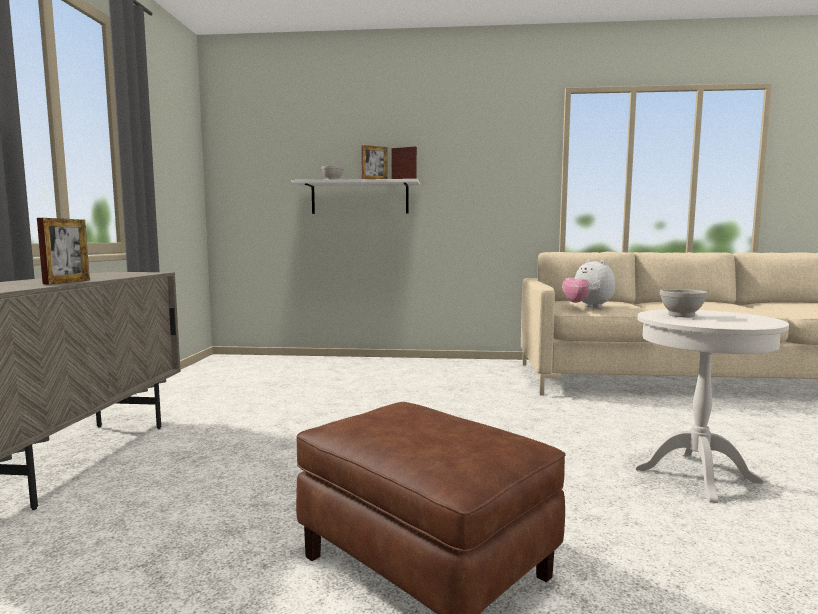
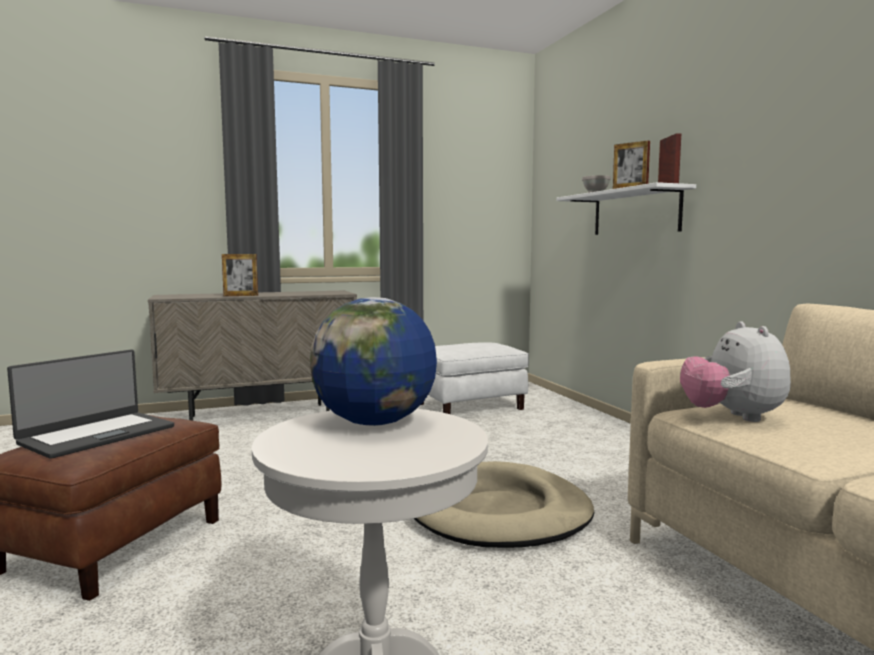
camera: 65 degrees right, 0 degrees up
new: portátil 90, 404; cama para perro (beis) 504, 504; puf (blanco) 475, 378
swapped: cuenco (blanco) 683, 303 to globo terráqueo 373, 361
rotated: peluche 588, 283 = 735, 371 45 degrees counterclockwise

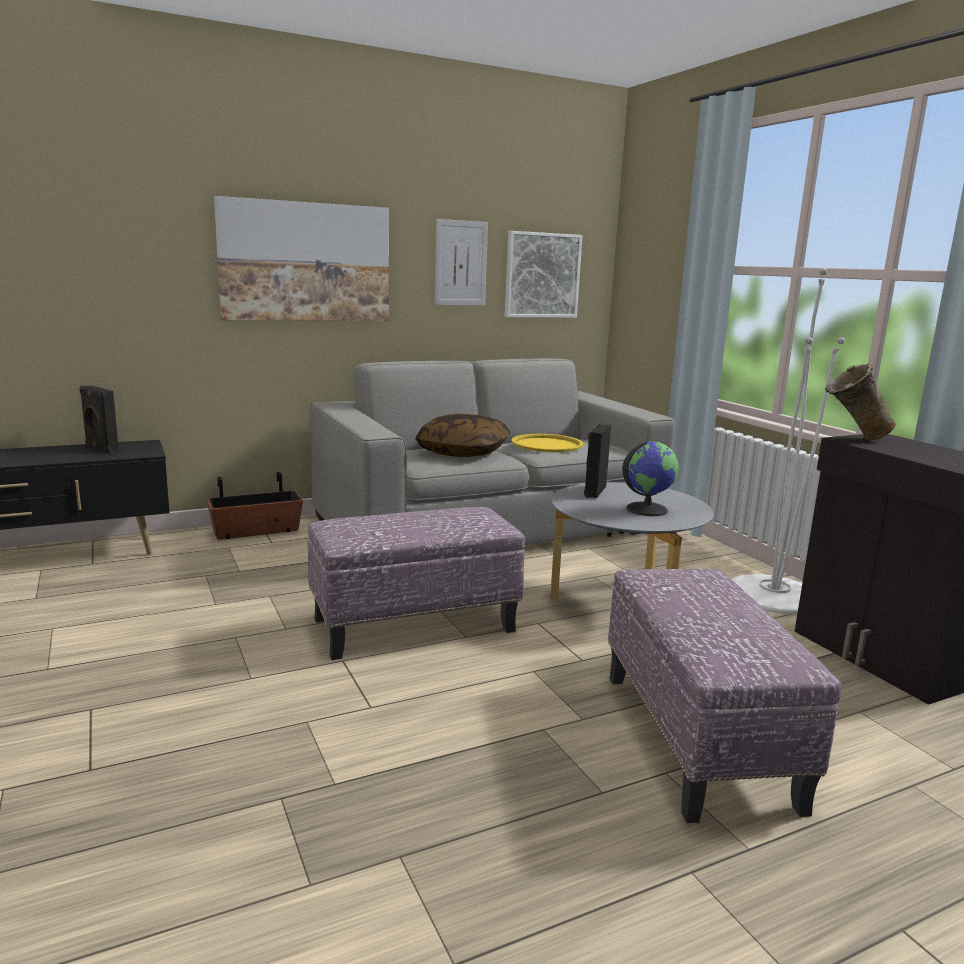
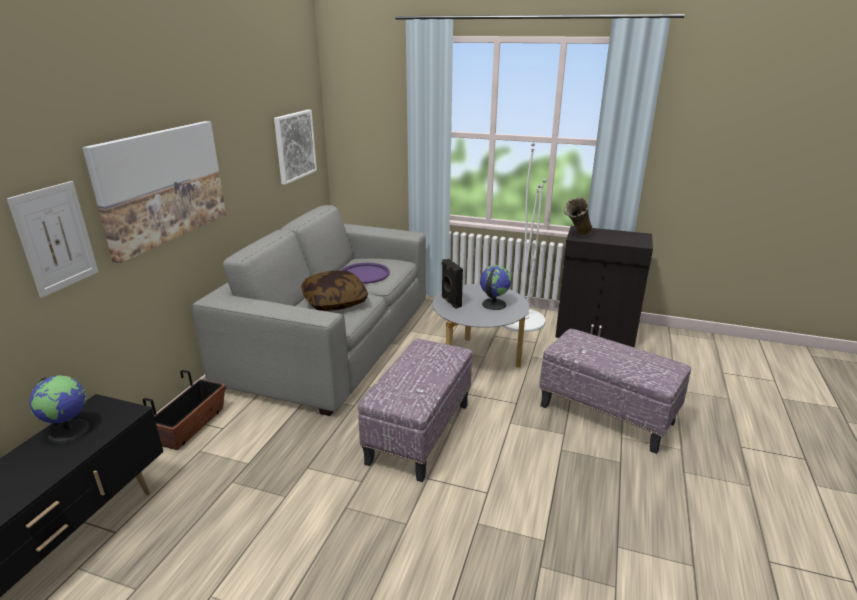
camera: 45 degrees left, 10 degrees up
shifted: cuadro 461, 262 to 52, 239
swapped: altavoz (negro) 99, 419 to globo terráqueo 60, 409
repainted: bandeja (amarillo) 547, 443 to bandeja (morado) 365, 273

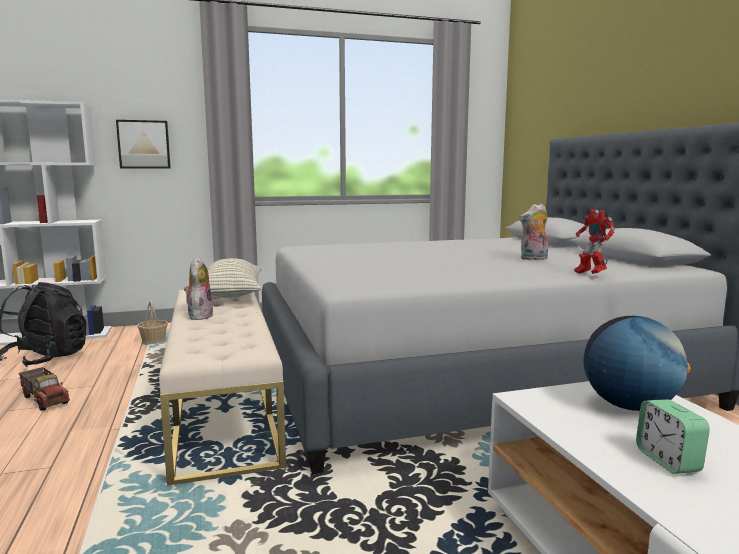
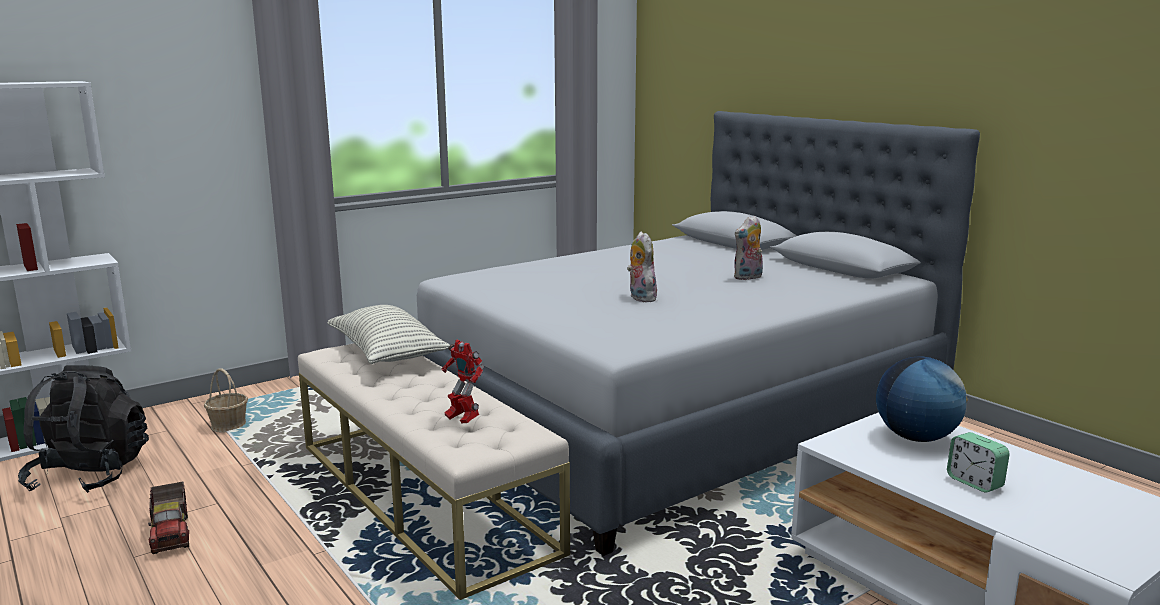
camera: 20 degrees left, 5 degrees up
gone: cuadro 143, 144
shifted: robot de juguete 594, 241 to 462, 382; peluche 198, 288 to 642, 266
rotated: camión de juguete 44, 389 = 168, 517 45 degrees clockwise

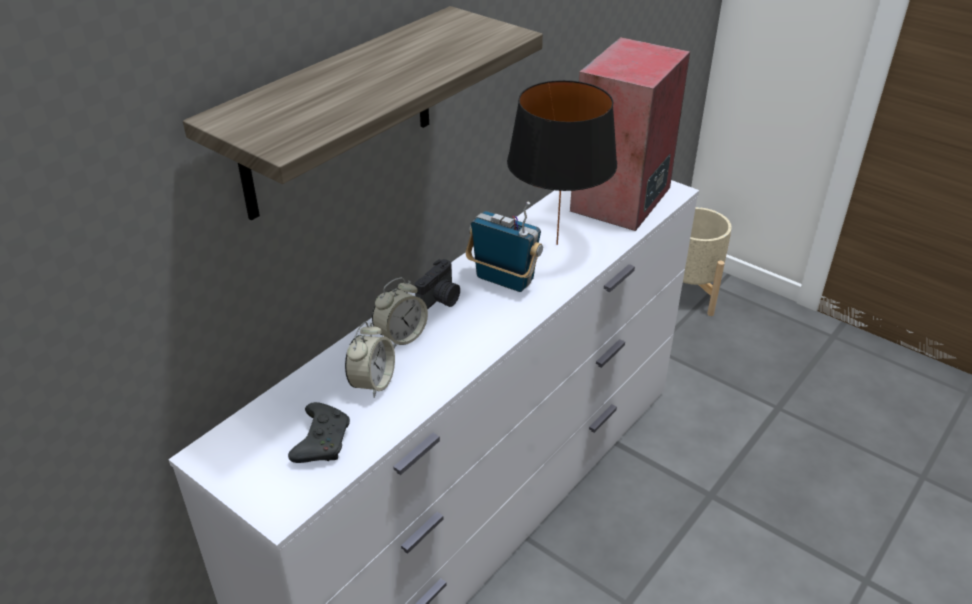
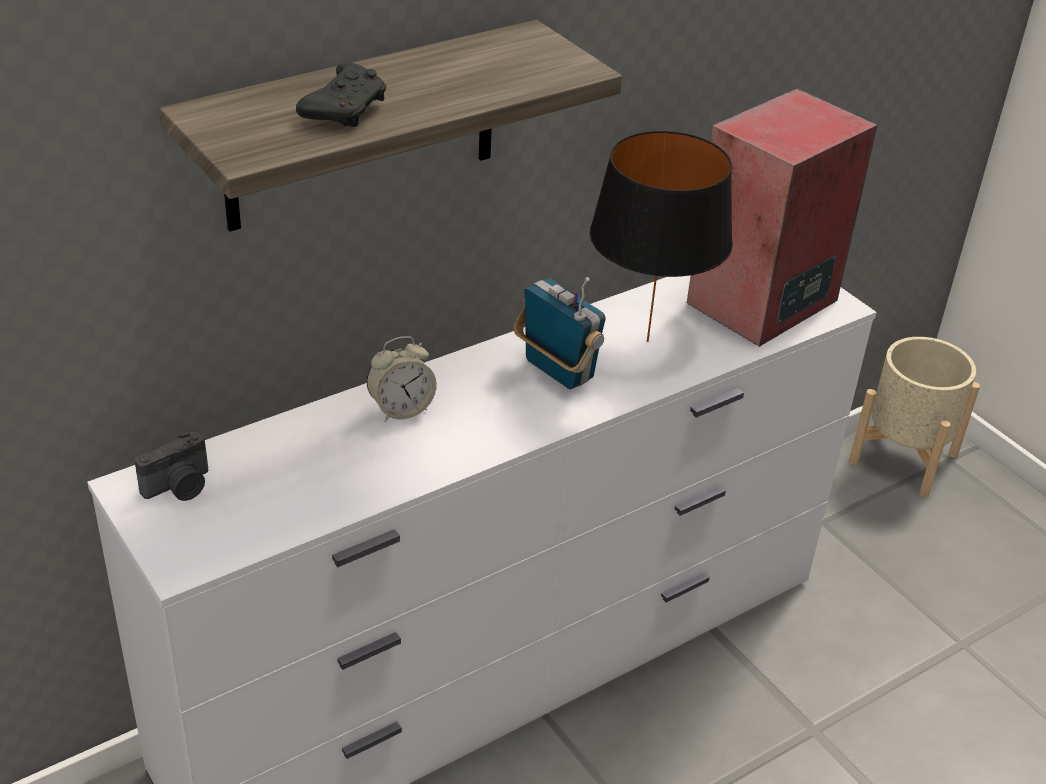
camera: 15 degrees right, 0 degrees up
gone: despertador 370, 360
shifted: cámara 437, 284 to 171, 466; mando de consola (negro) 319, 432 to 341, 94

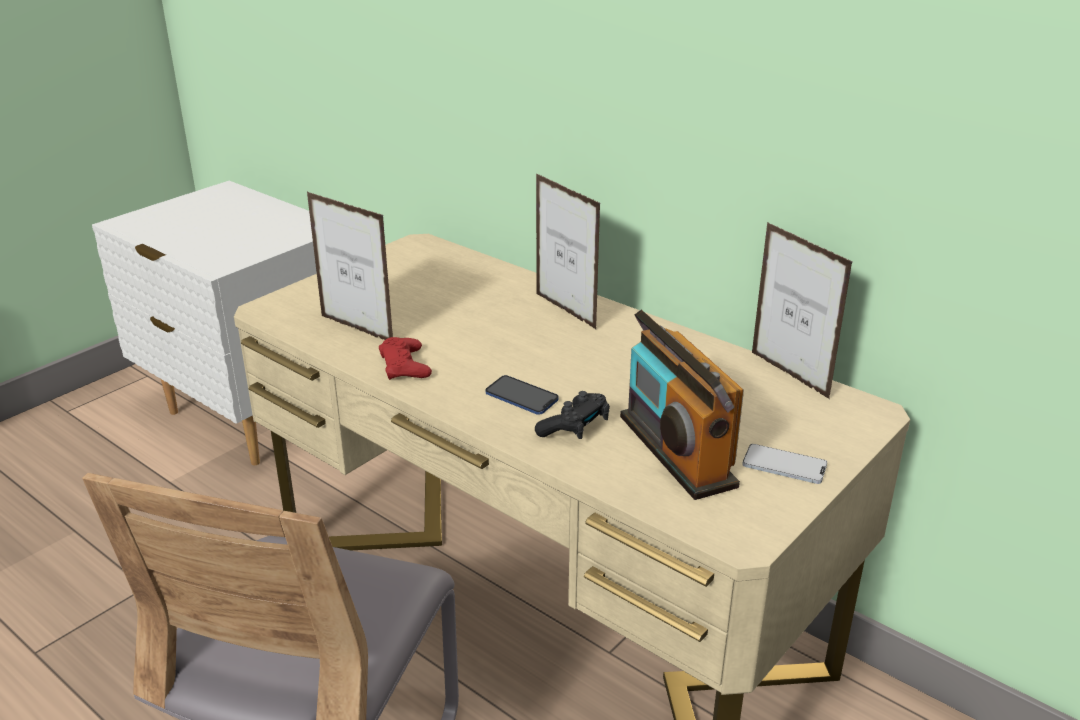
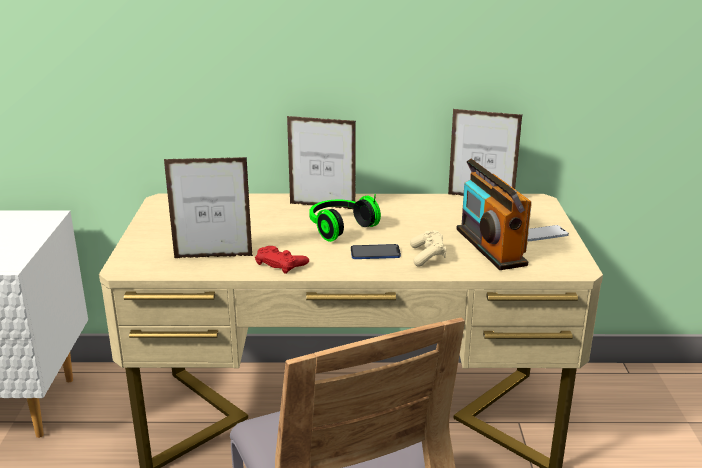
camera: 40 degrees left, 5 degrees down
new: auriculares 345, 218
repainted: mando de consola (negro) 572, 415 to mando de consola (beis) 428, 248
rotated: radio 682, 405 = 494, 214 45 degrees clockwise

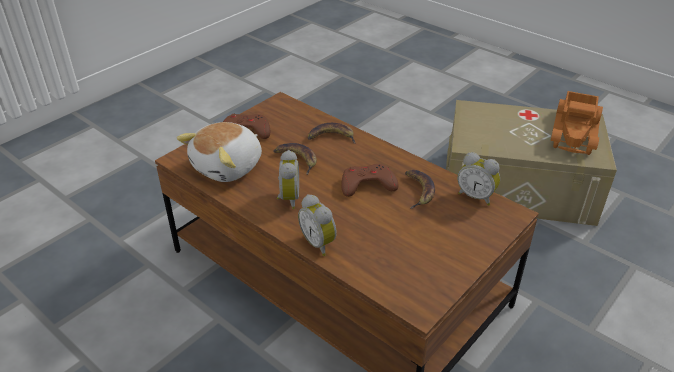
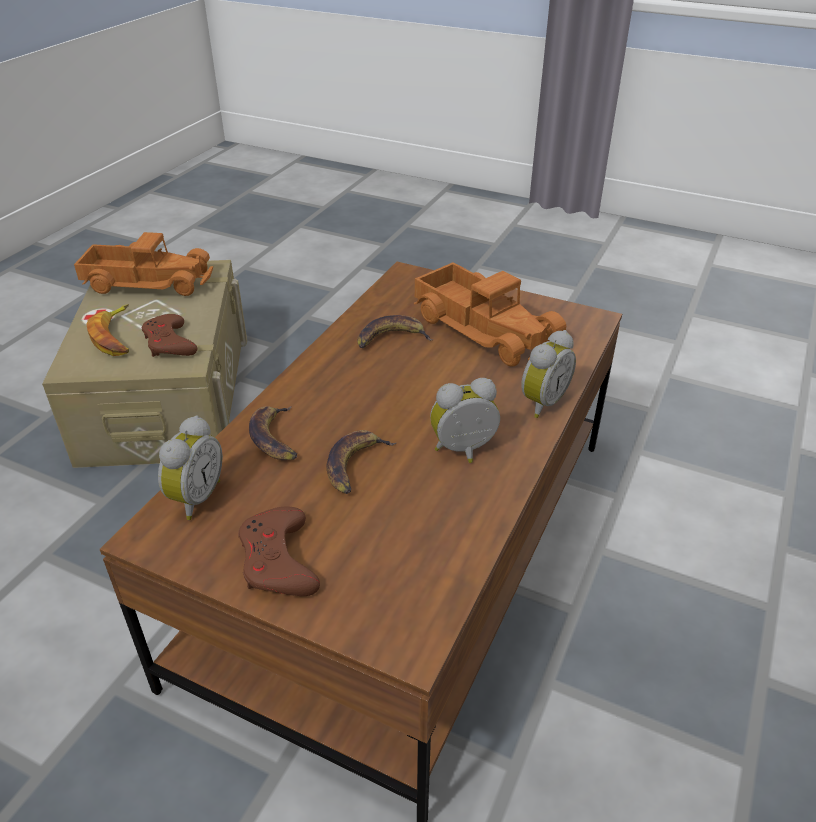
camera: 105 degrees left, 0 degrees up
gone: peluche 219, 152
new: plátano 108, 330; camión de juguete 489, 314
shifted: mando de consola (marrón) 369, 180 to 170, 335; despertador 478, 179 to 190, 467

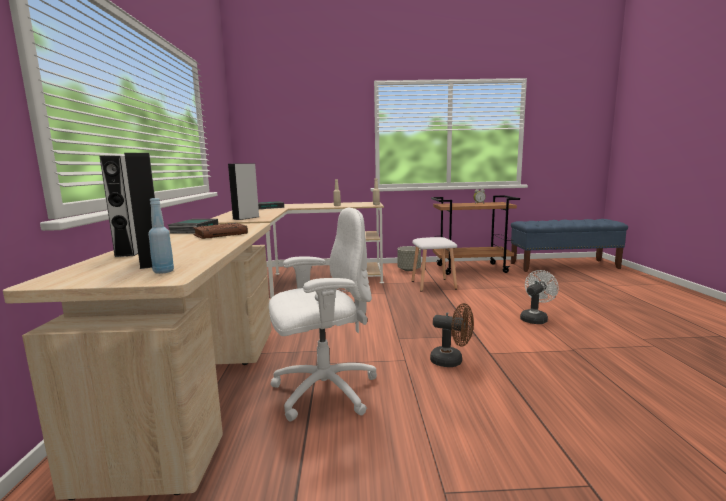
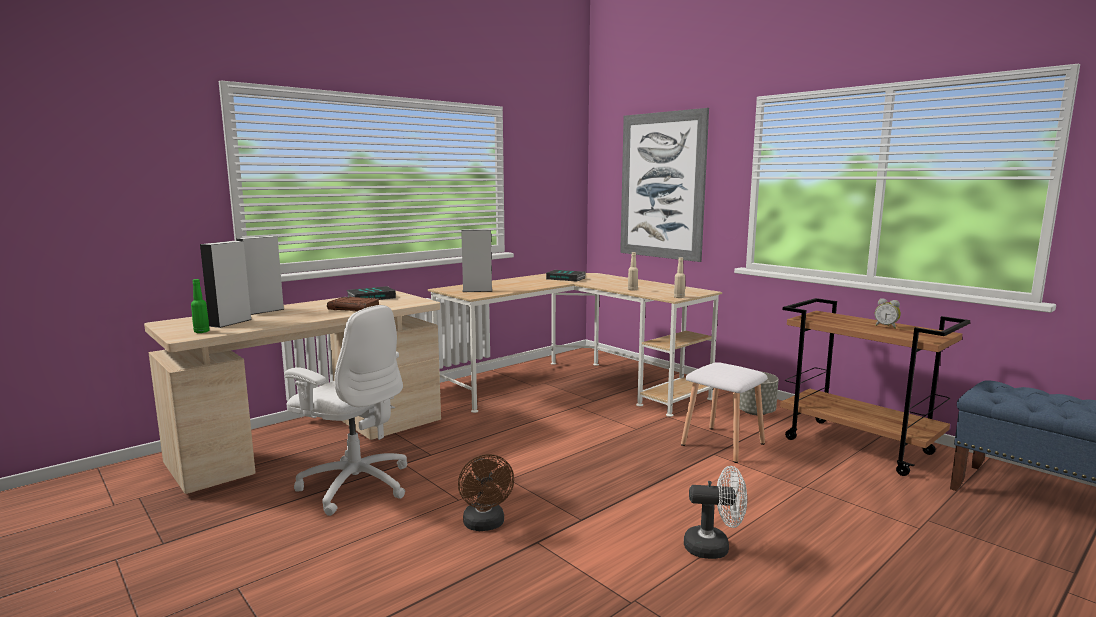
camera: 50 degrees right, 0 degrees up
new: cuadro 664, 185
repainted: botella (azul) 161, 236 to botella (verde) 200, 306

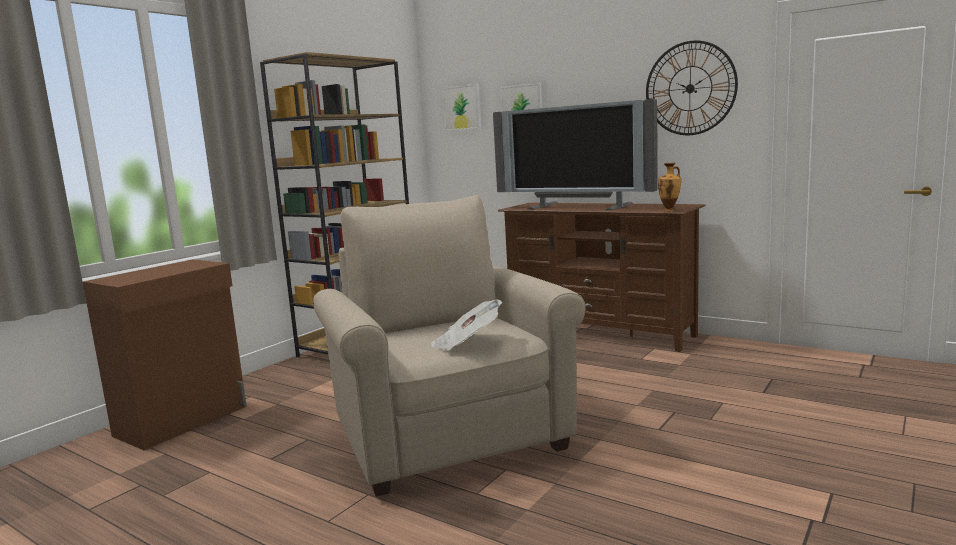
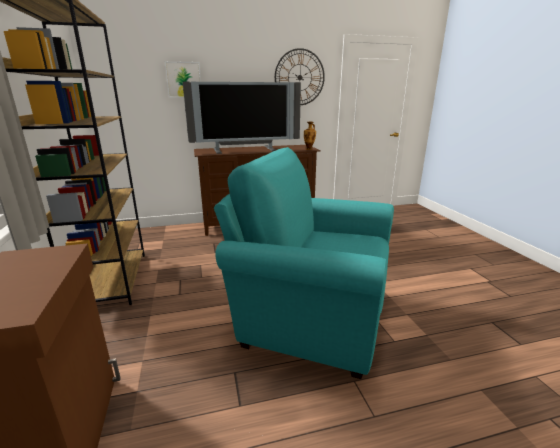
camera: 50 degrees left, 10 degrees up
gone: periódico 466, 325; cuadro 461, 107
repainted: sillón (beis) 449, 346 to sillón (turquesa) 304, 263

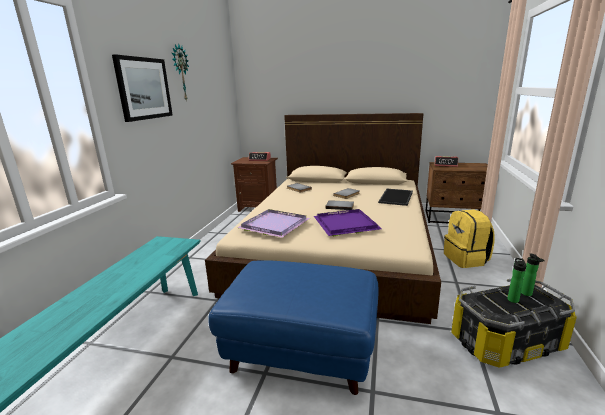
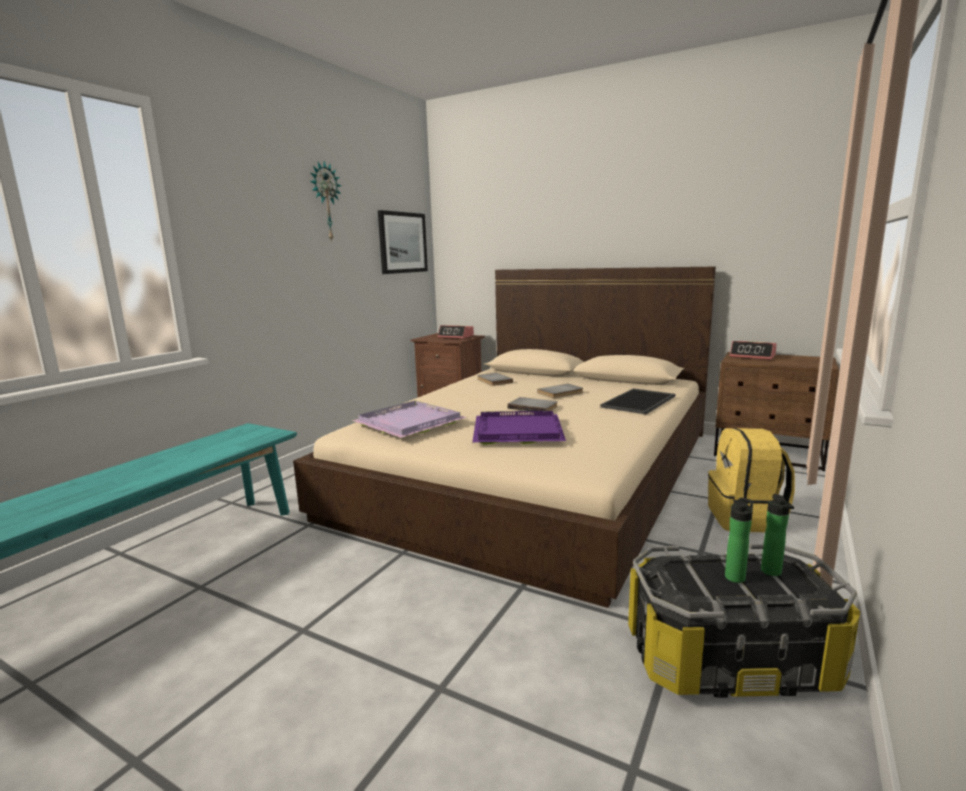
camera: 15 degrees right, 5 degrees down
gone: puf (azul) 293, 327
shifted: cuadro 142, 88 to 403, 242

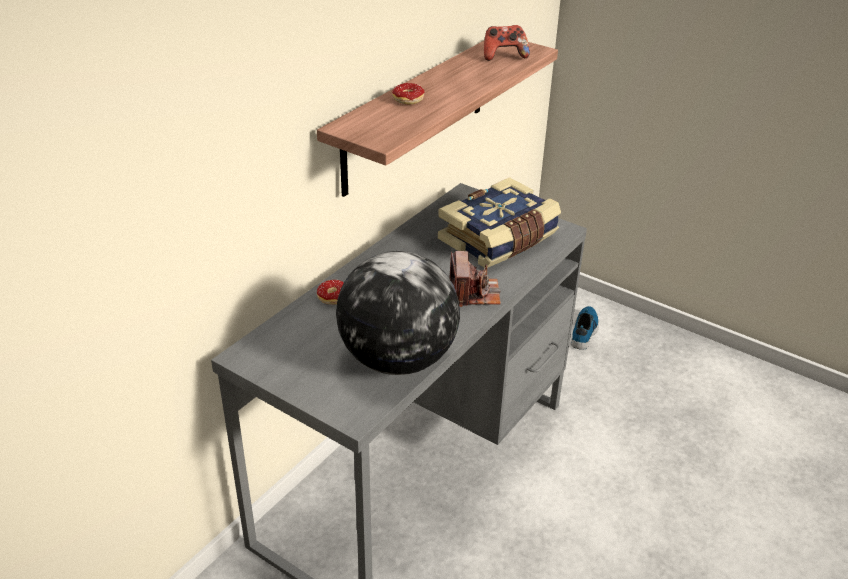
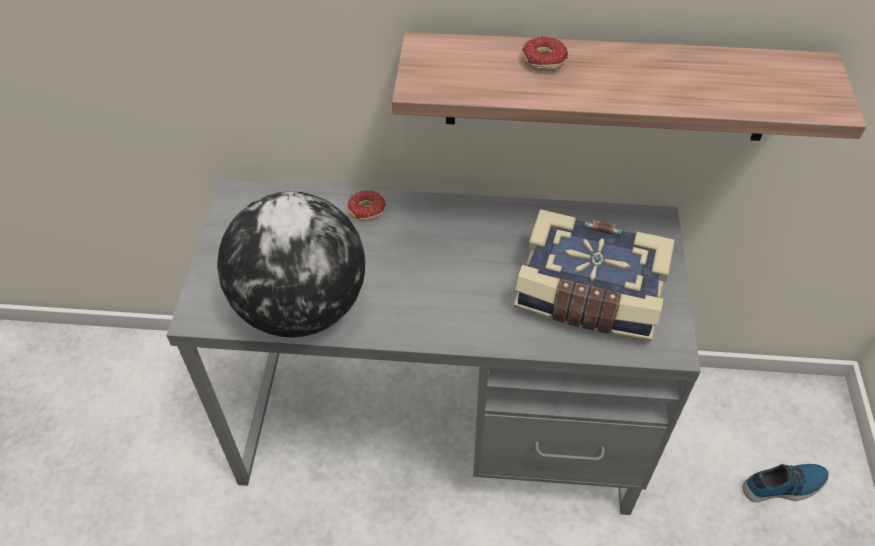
camera: 60 degrees right, 15 degrees up
gone: cámara 475, 279; mando de consola 507, 43

